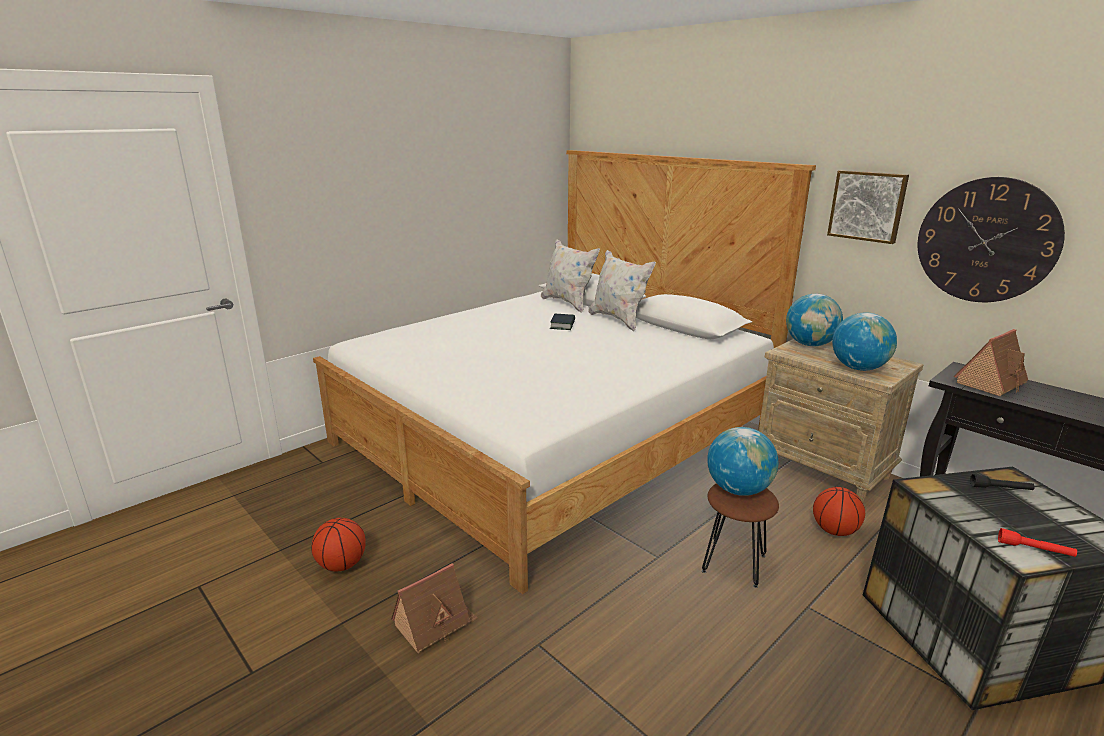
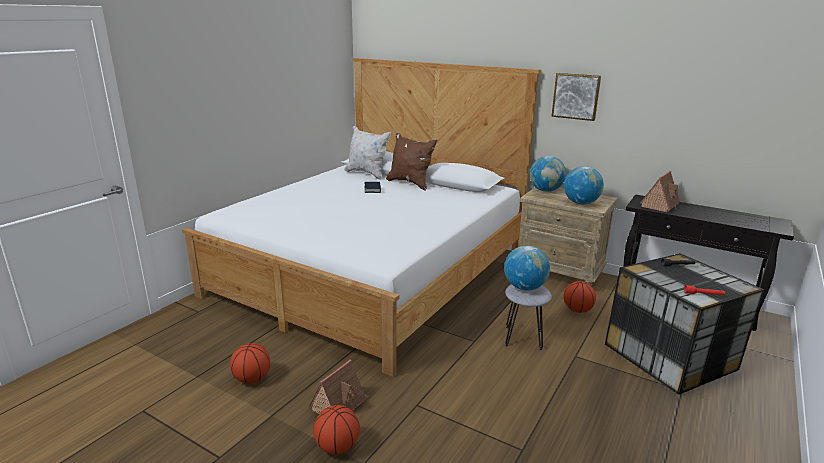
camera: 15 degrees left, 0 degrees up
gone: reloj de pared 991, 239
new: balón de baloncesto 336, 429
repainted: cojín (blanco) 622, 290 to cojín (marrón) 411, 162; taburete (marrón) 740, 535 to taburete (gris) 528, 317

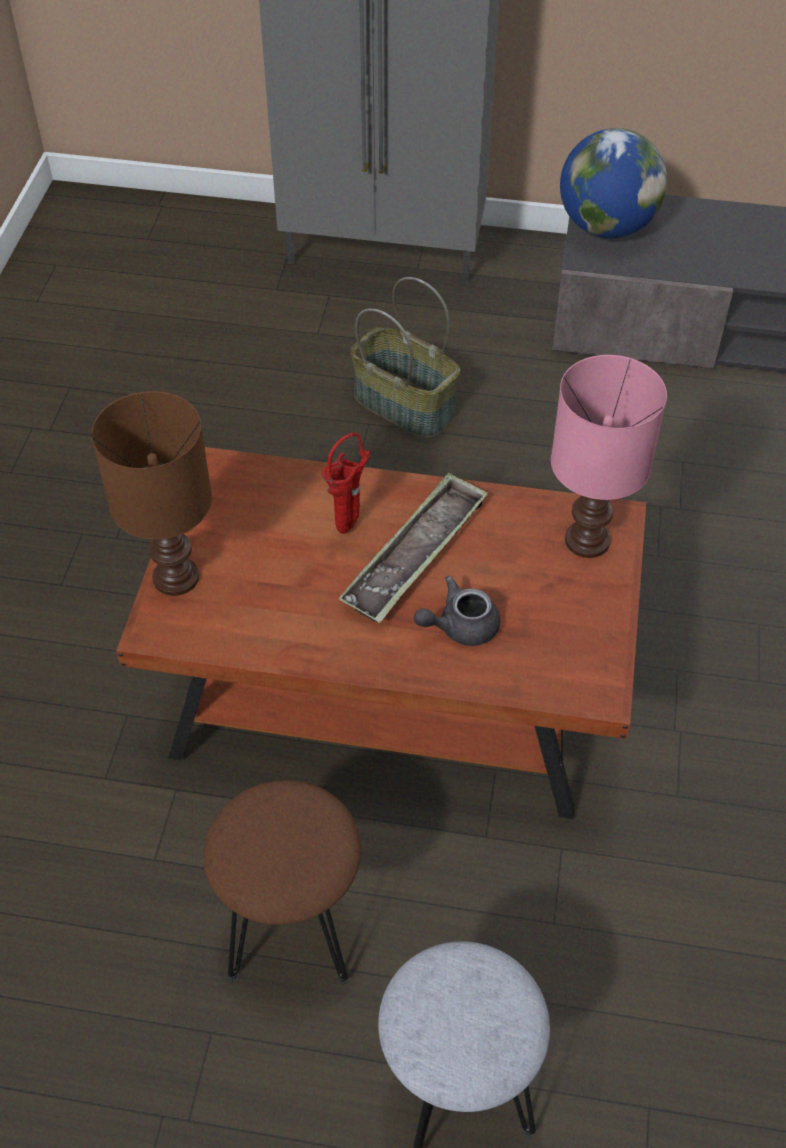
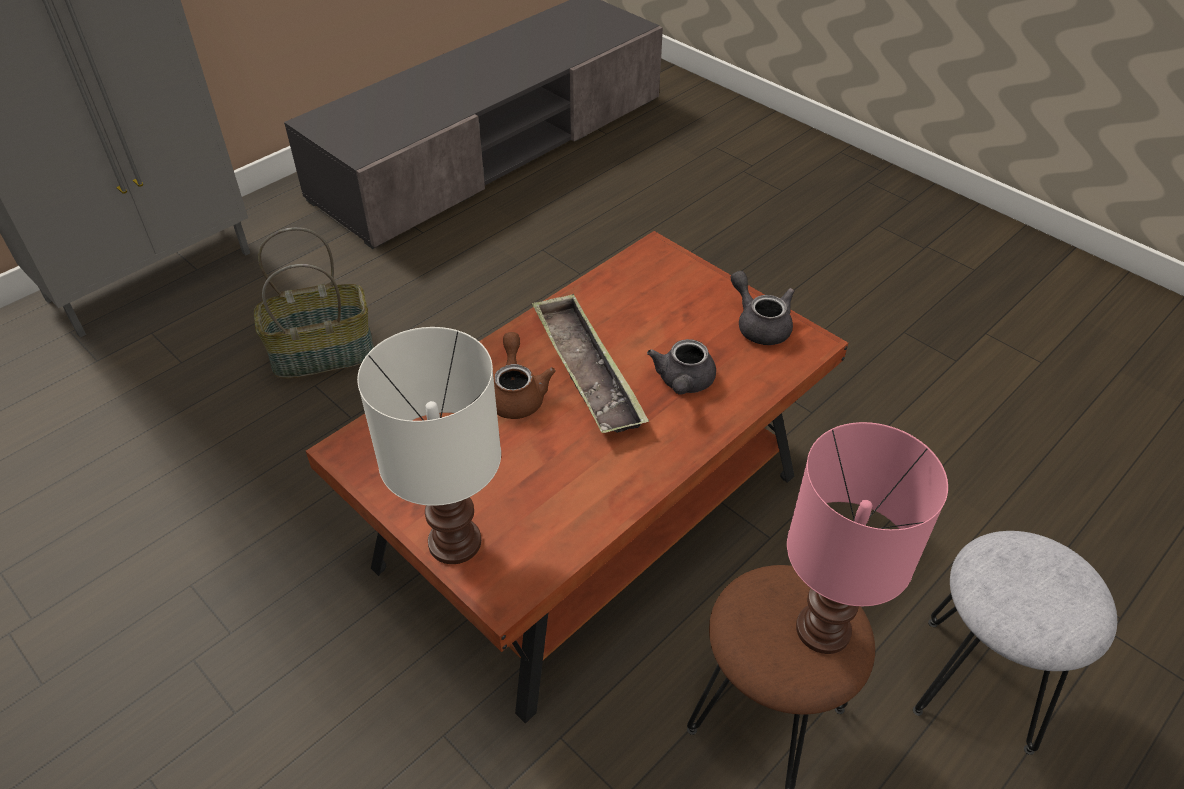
camera: 55 degrees left, 5 degrees down
gone: globo terráqueo 613, 183
new: tetera (gris) 762, 308
shifted: lámpara de mesa (rosa) 609, 456 to 867, 538
swapped: florero (rojo) 346, 483 to tetera (marrón) 525, 375
repainted: lámpara de mesa (marrón) 151, 493 to lámpara de mesa (blanco) 429, 445

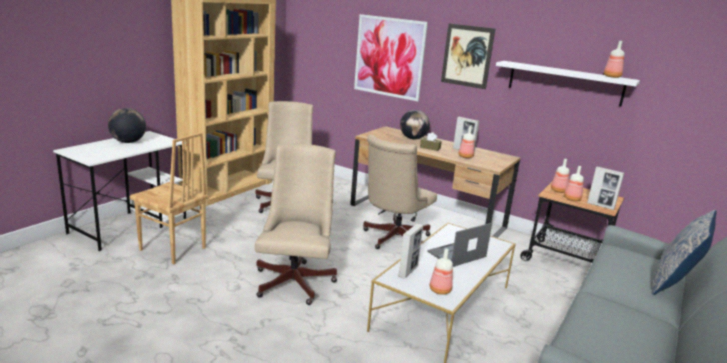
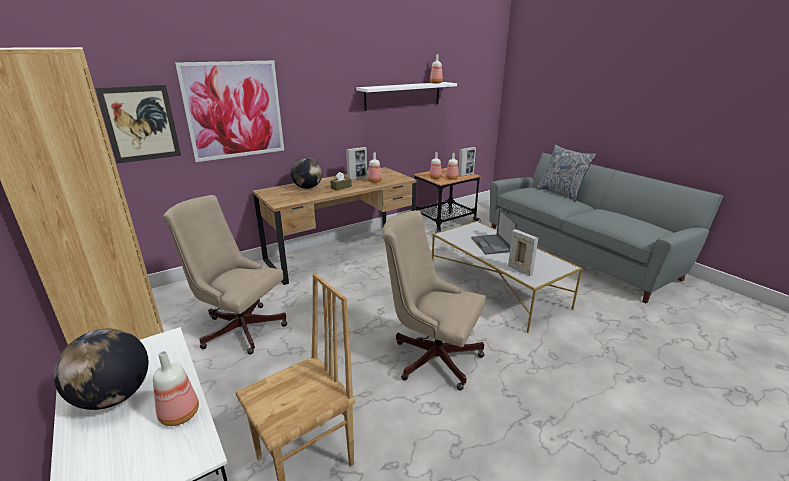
camera: 65 degrees left, 5 degrees up
gone: silla de oficina (beis) 400, 192
shifted: cuadro 468, 56 to 138, 124; botella 441, 272 to 176, 388

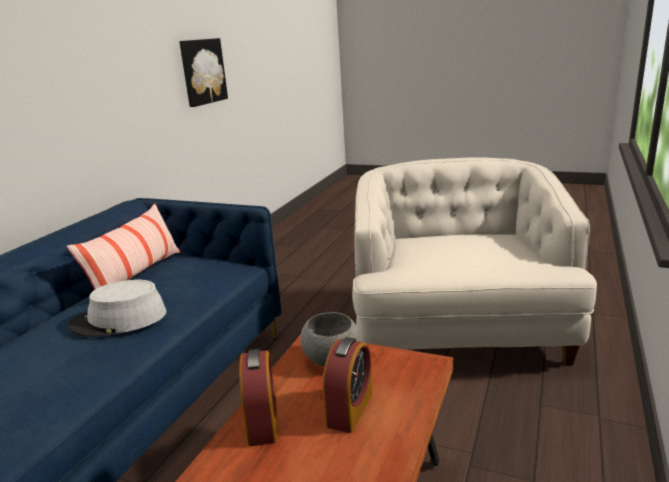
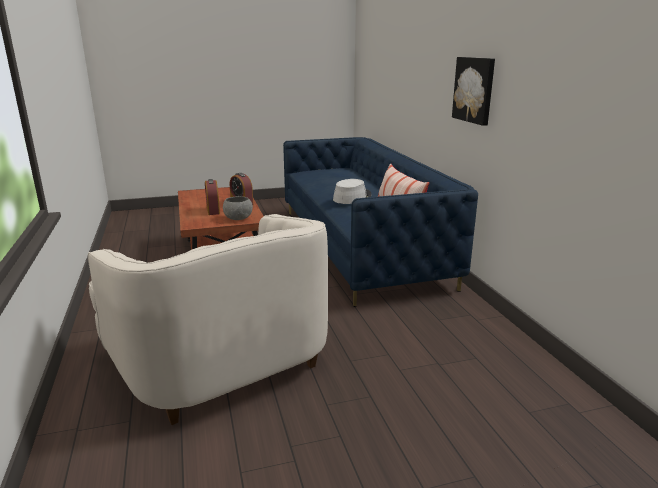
camera: 140 degrees right, 0 degrees up
shifted: cuadro 203, 72 to 473, 91

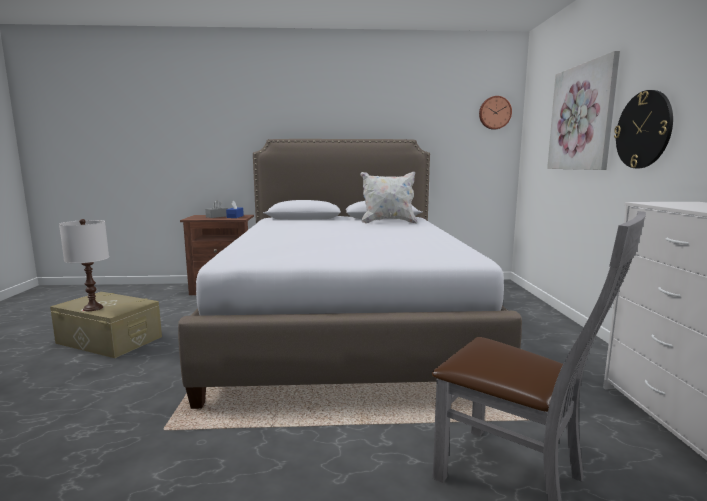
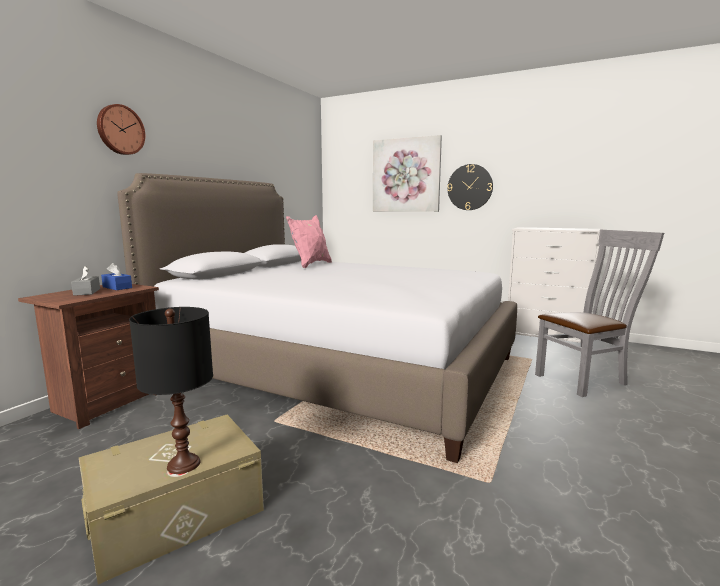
camera: 60 degrees left, 0 degrees up
shifted: reloj de pared 495, 113 to 121, 129
repainted: lámpara de mesa (blanco) 84, 265 to lámpara de mesa (negro) 171, 390; cojín (blanco) 389, 198 to cojín (rosa) 309, 241

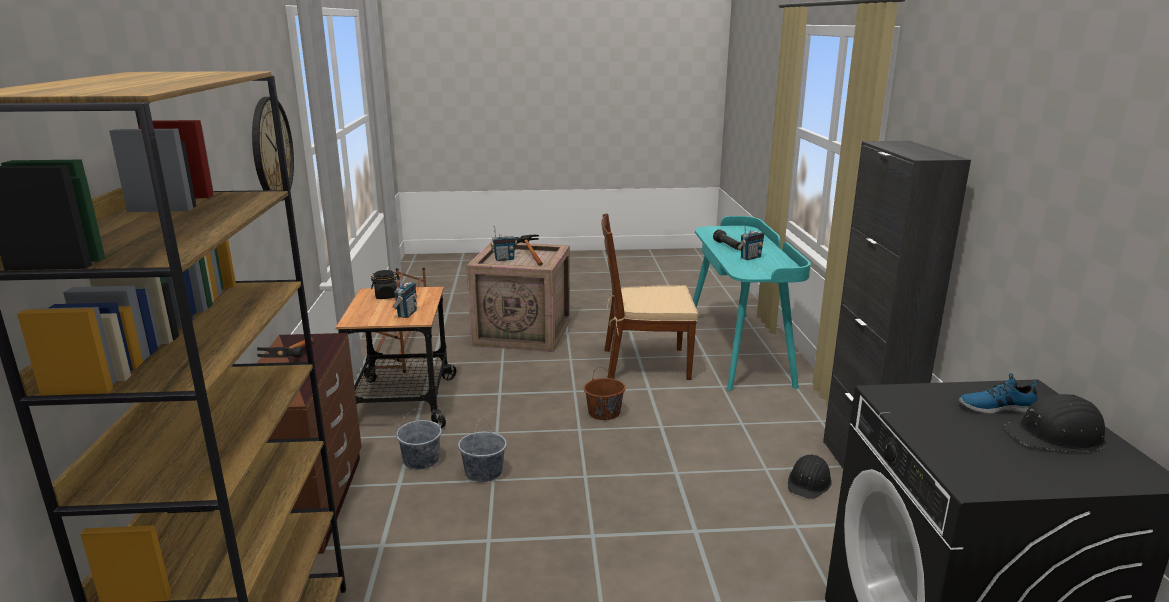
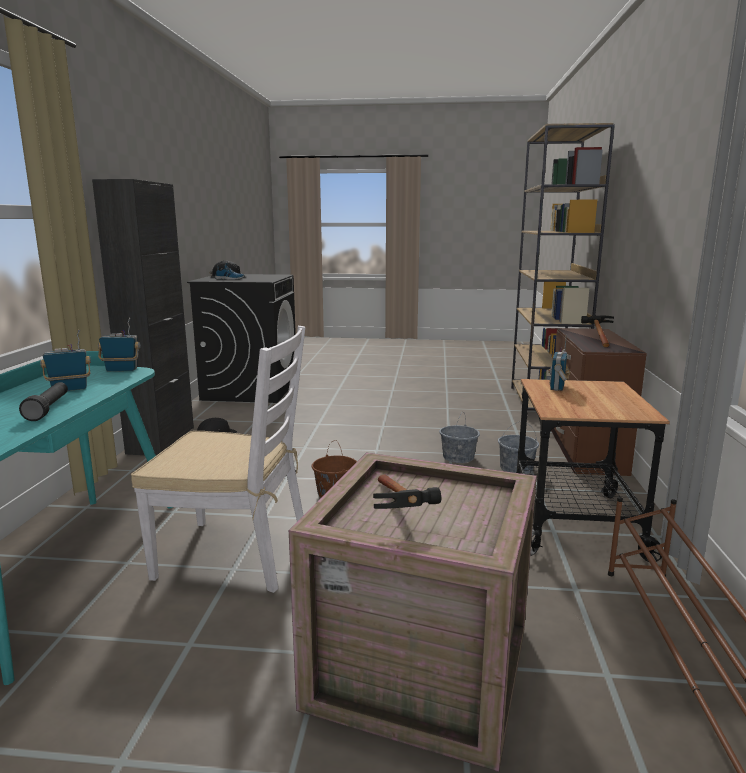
camera: 170 degrees left, 5 degrees down
gone: reloj de pared 273, 149; tarro (negro) 385, 284
shifted: radio 504, 244 to 119, 344
repainted: silla (marrón) 649, 296 to silla (blanco) 218, 459

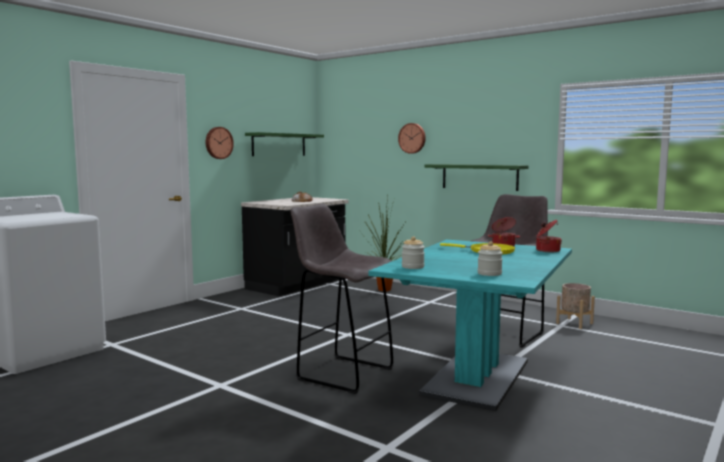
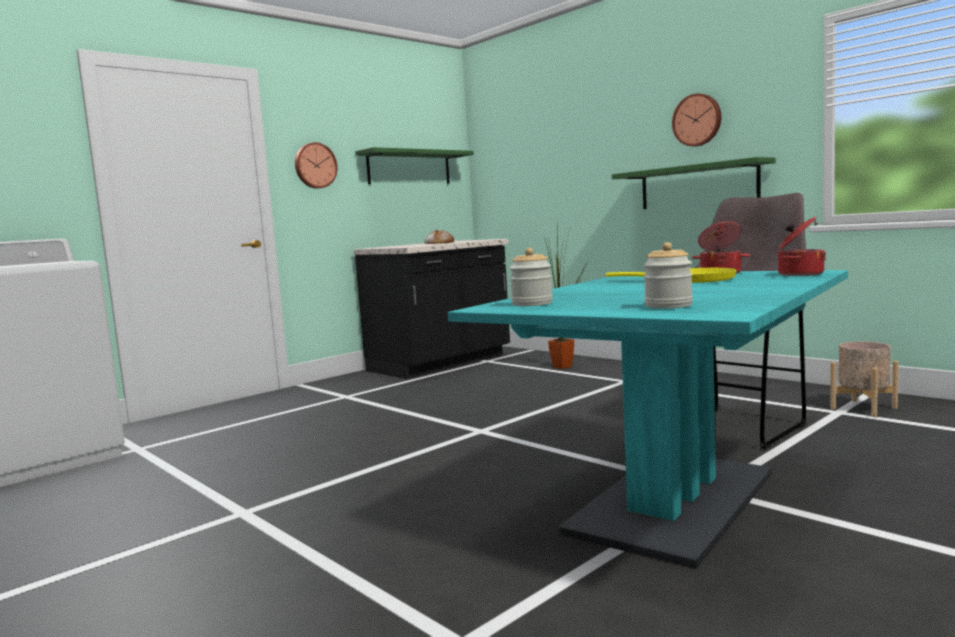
camera: 10 degrees right, 0 degrees up
gone: taburete (gris) 342, 299
shifted: reloj de pared 412, 138 to 696, 120

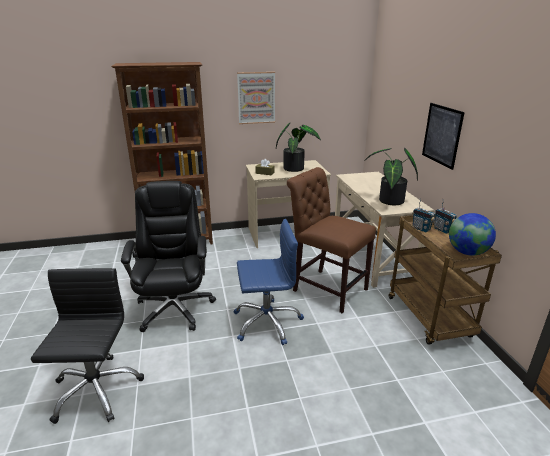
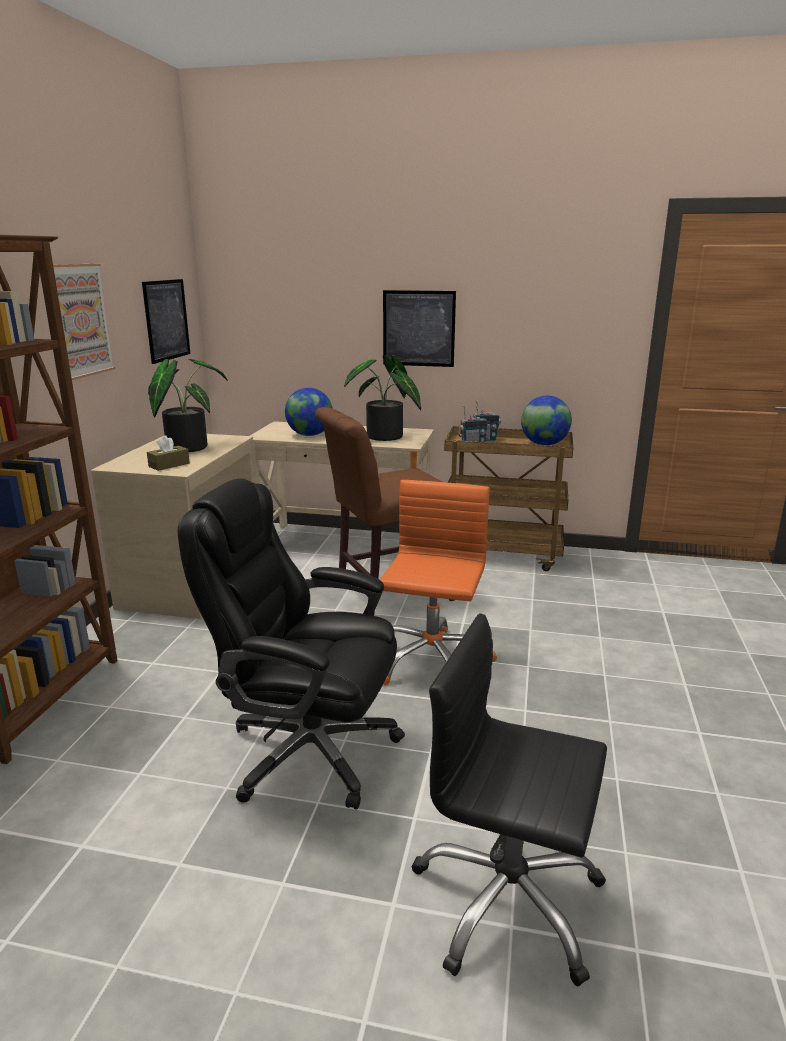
camera: 65 degrees left, 5 degrees down
new: cuadro 166, 321; globo terráqueo 309, 412
repainted: silla de oficina (azul) 268, 282 to silla de oficina (naranja) 438, 582

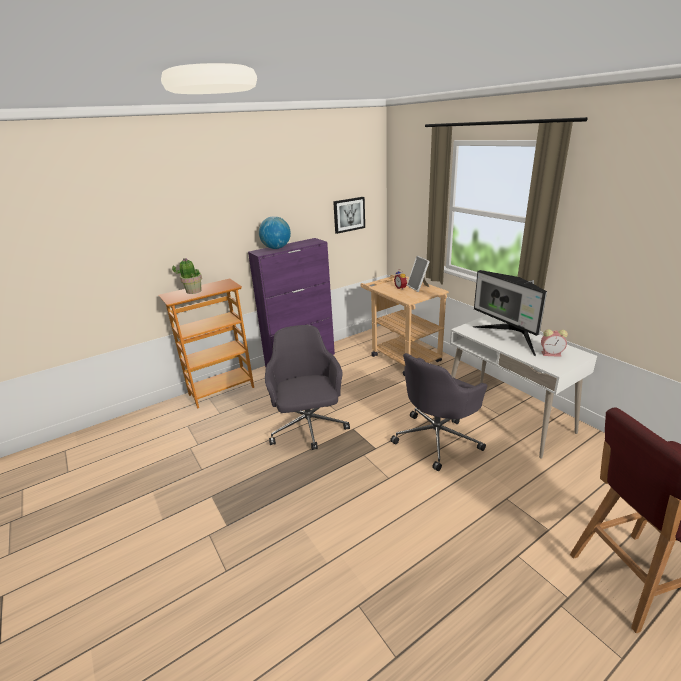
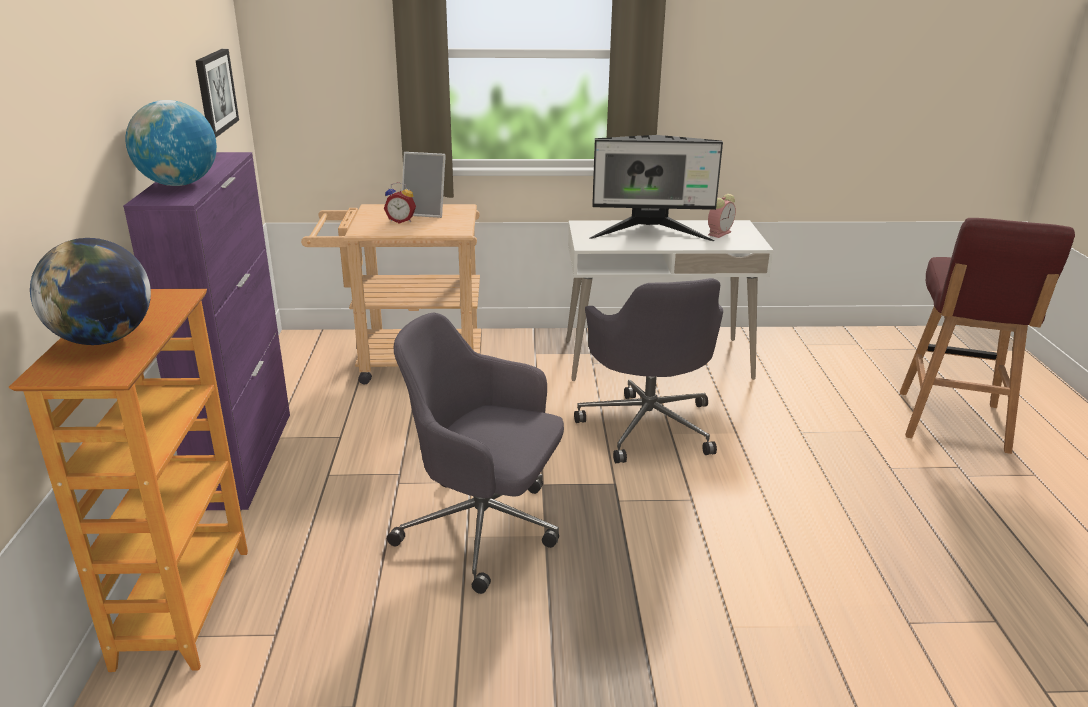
camera: 60 degrees left, 0 degrees up
swapped: planta en maceta 187, 276 to globo terráqueo 90, 291

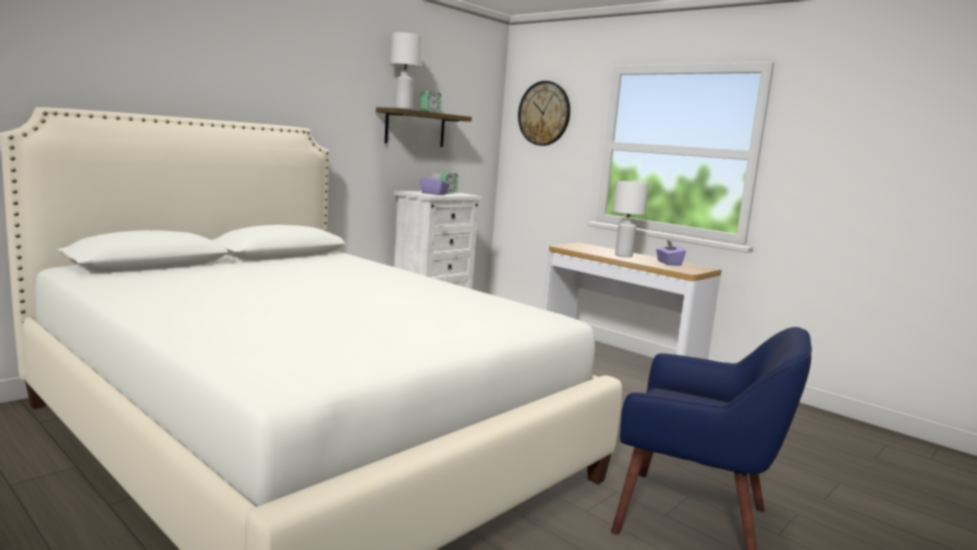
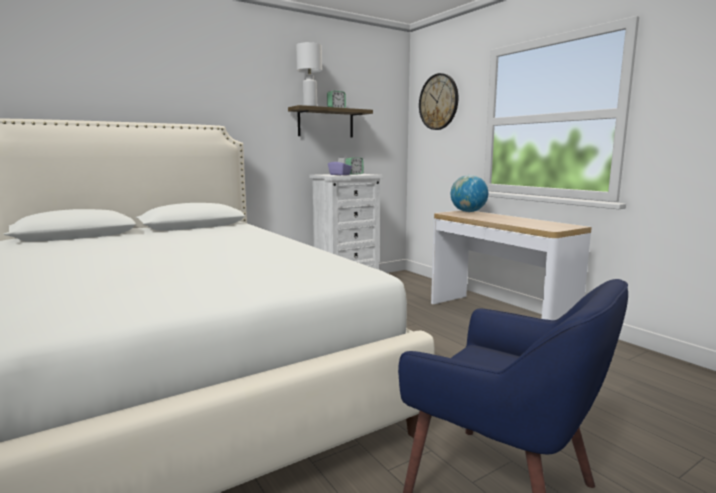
camera: 15 degrees right, 0 degrees up
gone: lámpara de mesa (blanco) 631, 219; caja de pañuelos (morado) 671, 253
new: globo terráqueo 469, 193

